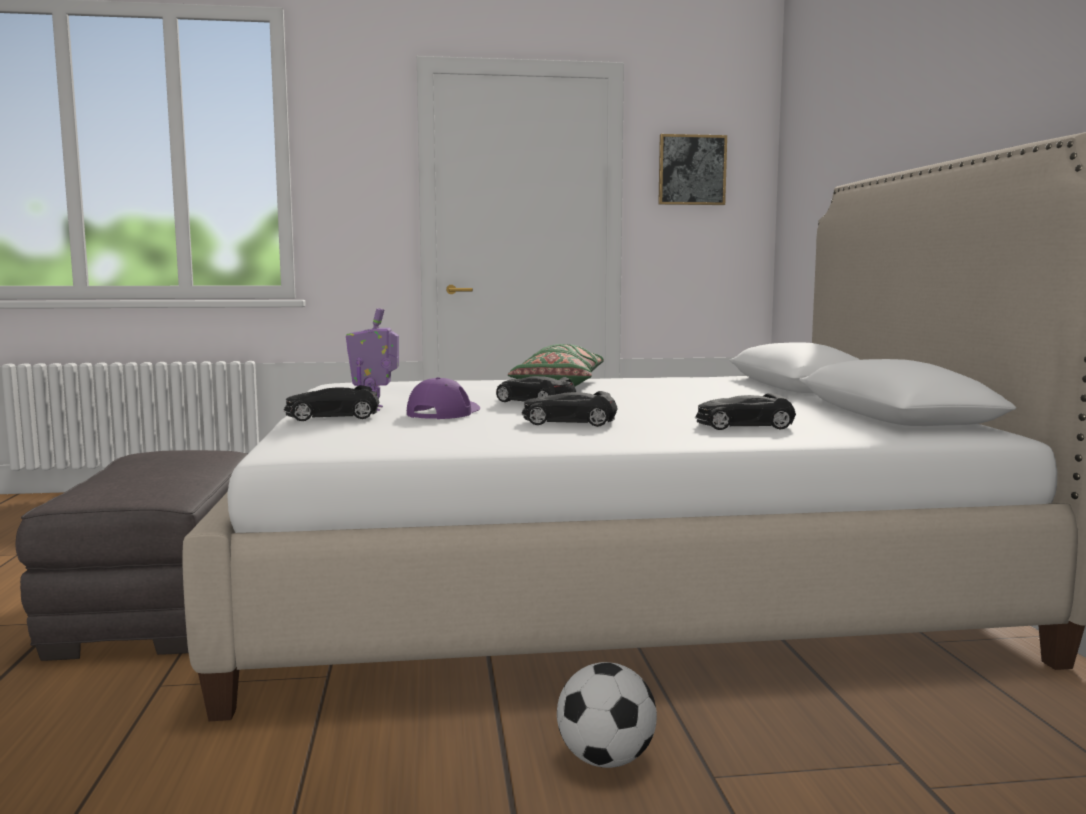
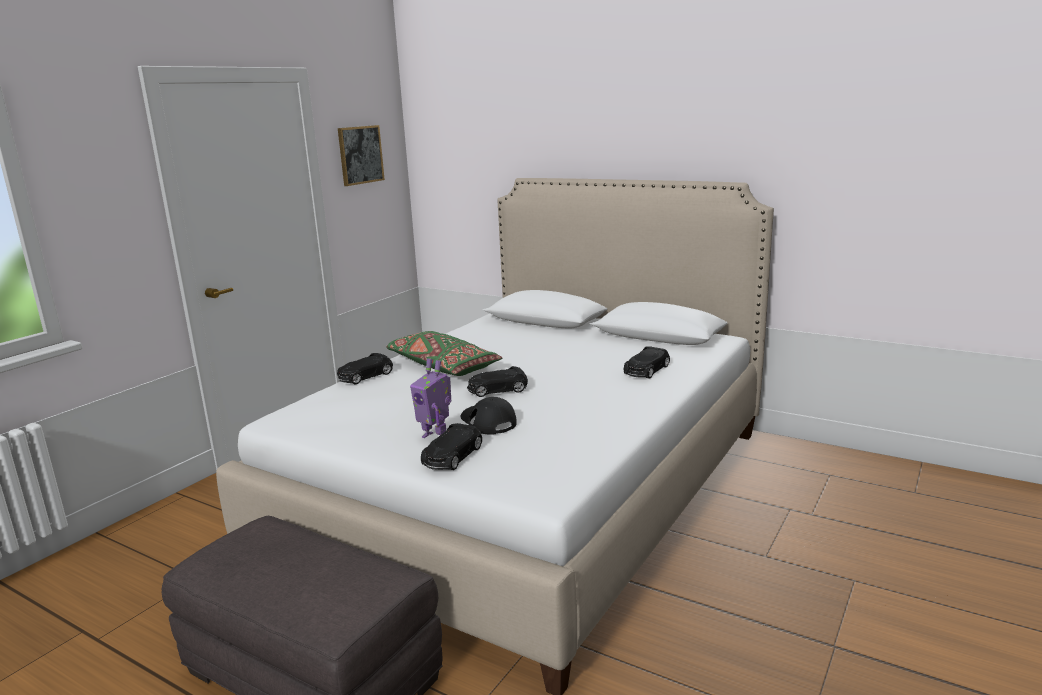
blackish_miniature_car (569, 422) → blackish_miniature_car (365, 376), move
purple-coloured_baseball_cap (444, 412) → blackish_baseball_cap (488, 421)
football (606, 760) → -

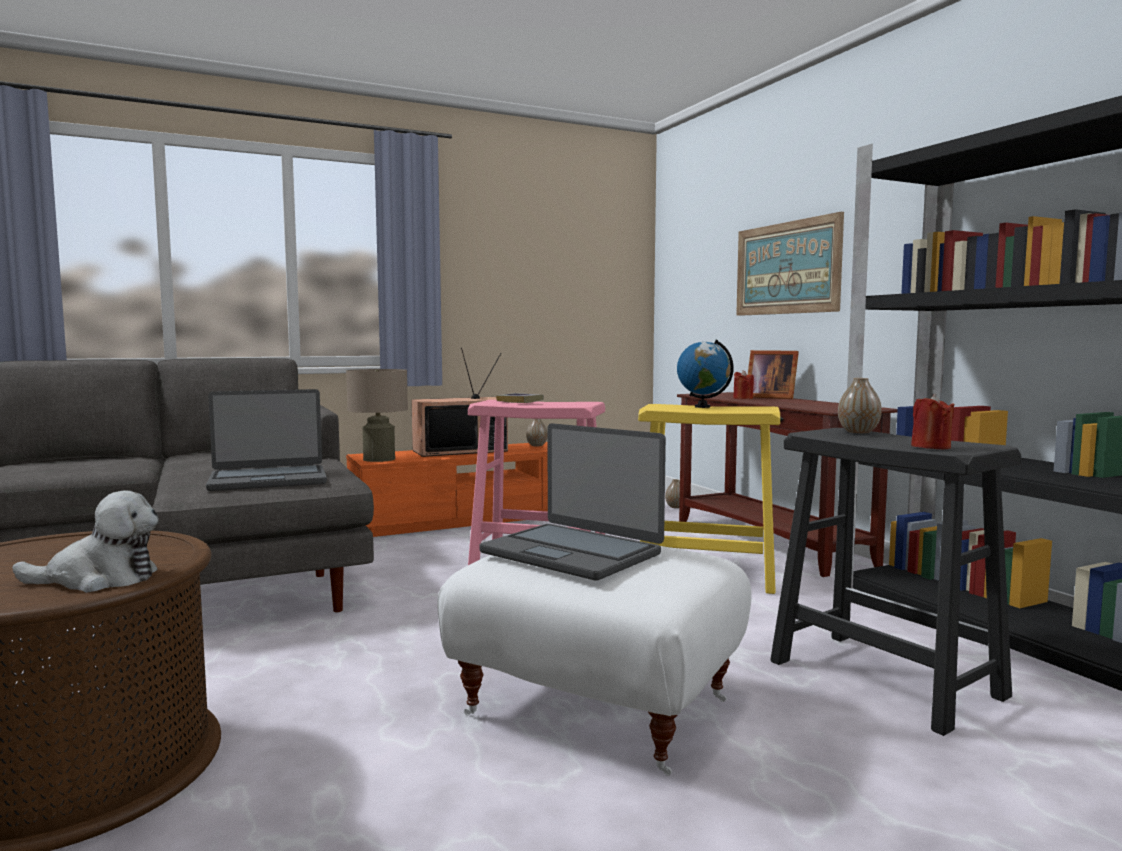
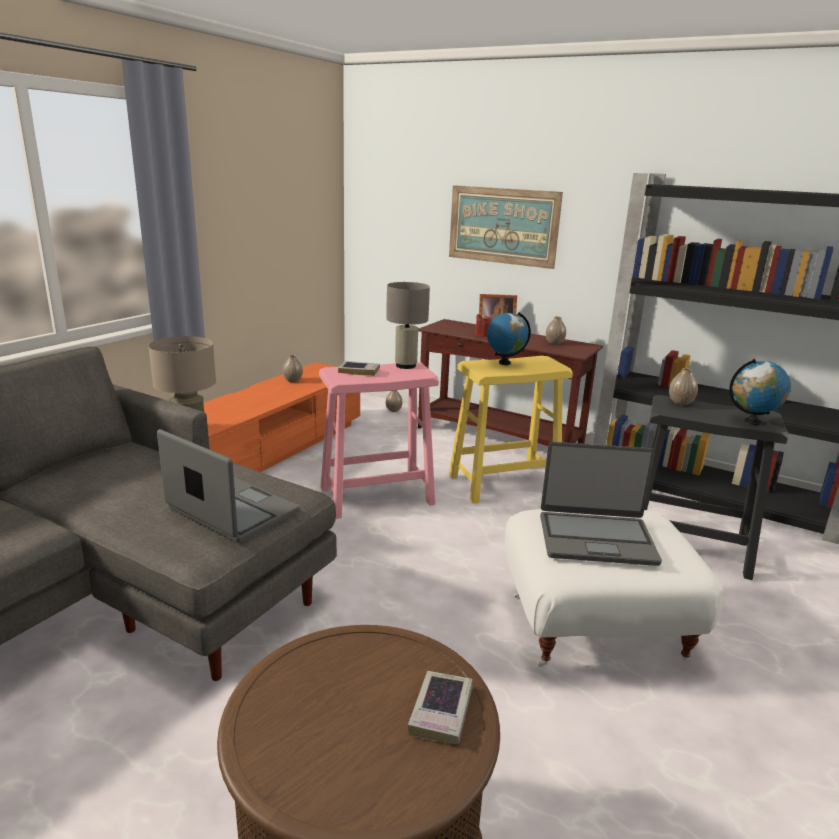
notebook_computer (268, 480) → notebook_computer (231, 511), 90 degrees counterclockwise
- → greyish_table_lamp (406, 365)
soft_toy (99, 579) → volume (441, 711)
- → flower_vase (554, 343)
red-coloured_wax_candle (930, 447) → desk_globe (752, 422)
television (460, 450) → -

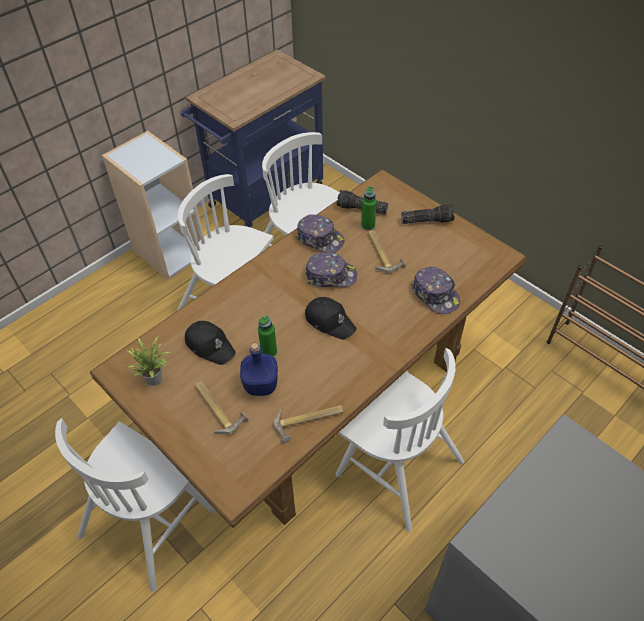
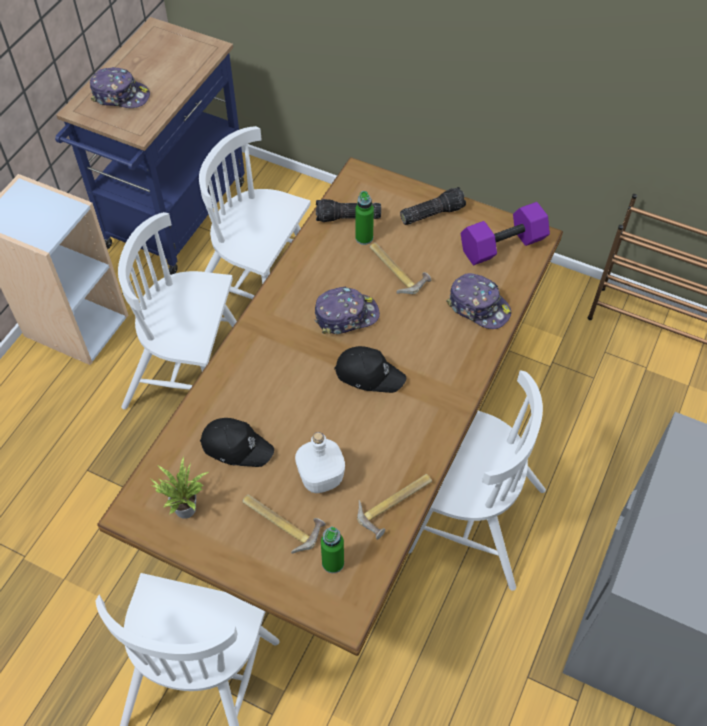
baseball_cap (320, 239) → baseball_cap (120, 96), move
blue_drink_bottle (261, 384) → white-coloured_drink_bottle (320, 477)
green_drink_bottle (269, 352) → green_drink_bottle (333, 563), move
- → purple-coloured_free_weight (502, 244)

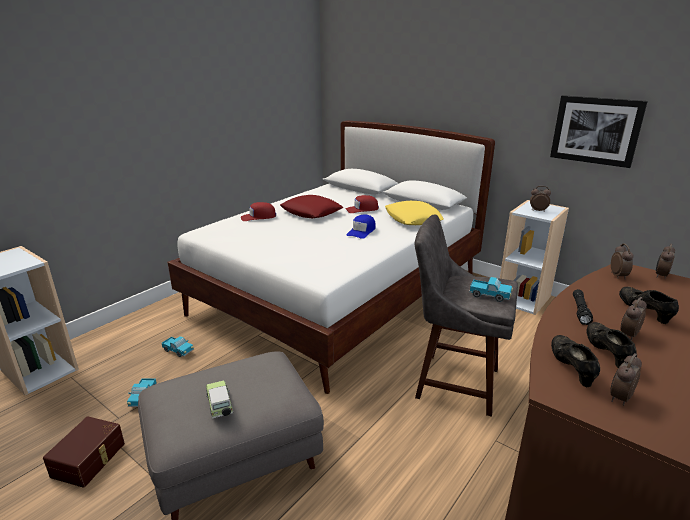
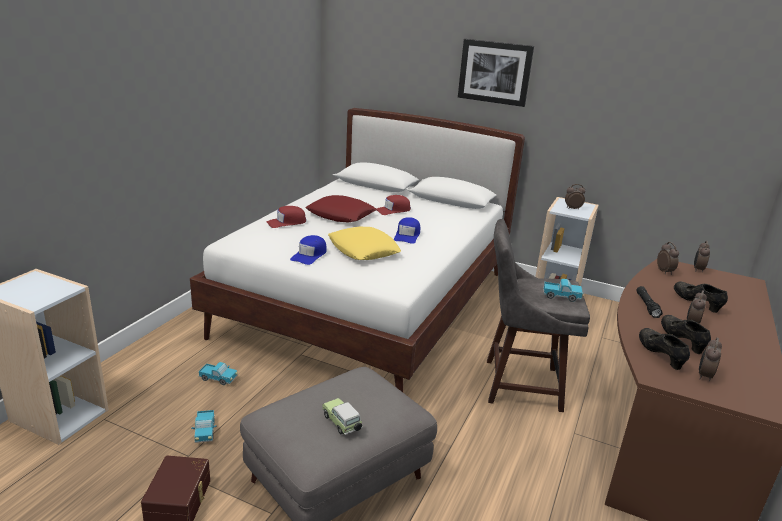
- → blue_baseball_cap (309, 255)
yellowish_pillow (412, 218) → yellowish_pillow (363, 250), move
wall_art (595, 130) → wall_art (494, 72), move

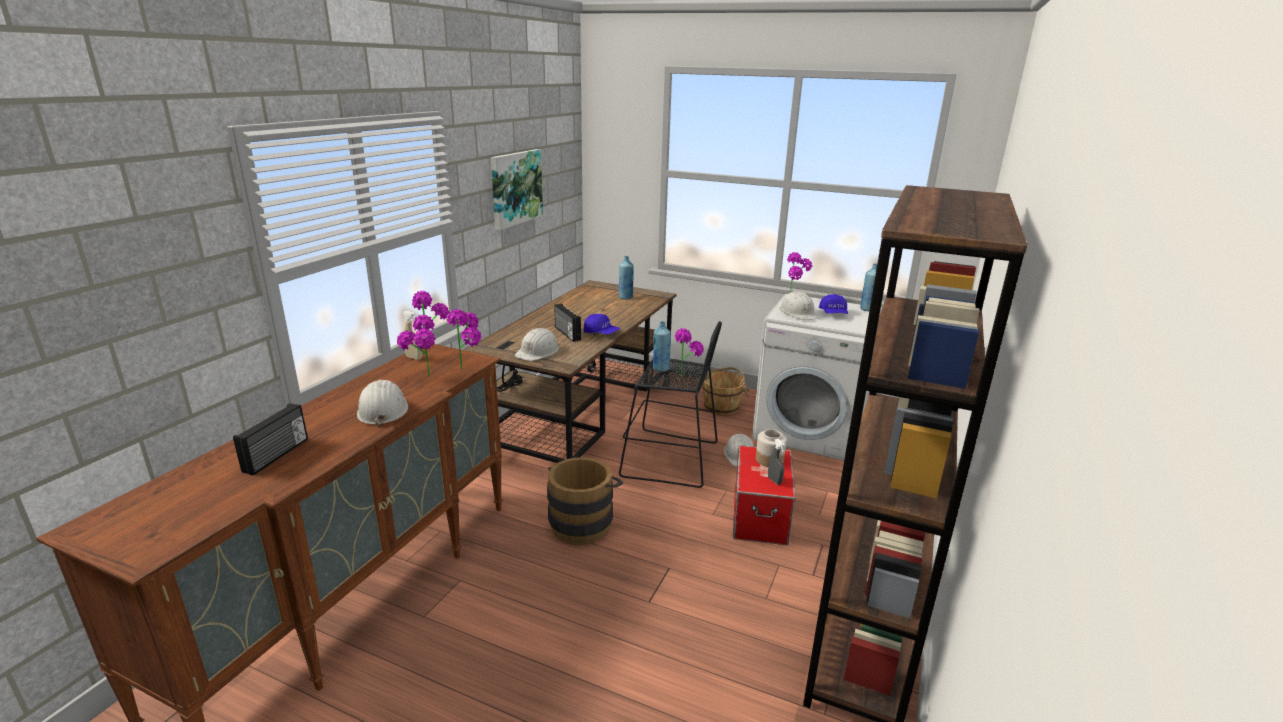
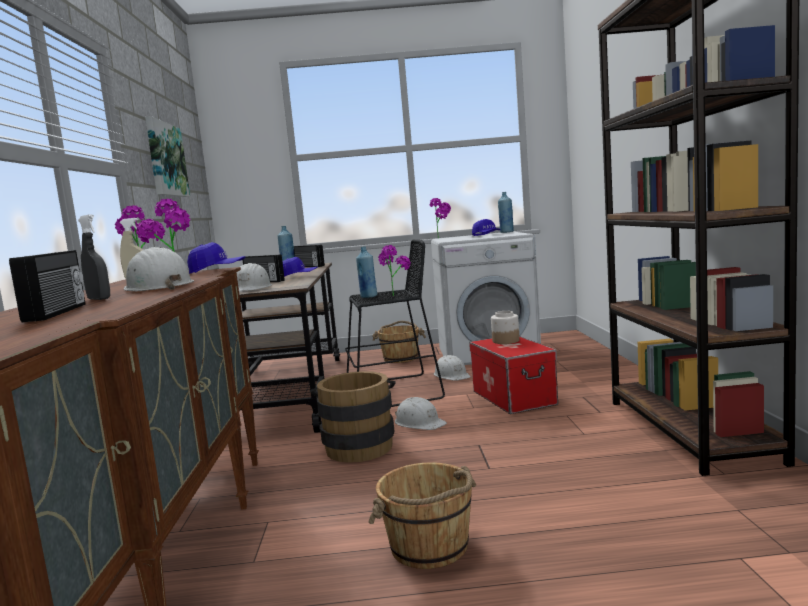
greyish_sprayer (774, 481) → greyish_sprayer (99, 299), move
houseplant (469, 368) → blue_baseball_cap (217, 271)
- → radio_set (309, 266)
- → brownish_pail (430, 547)
white-coloured_safety_helmet (798, 313) → white-coloured_safety_helmet (419, 423), move

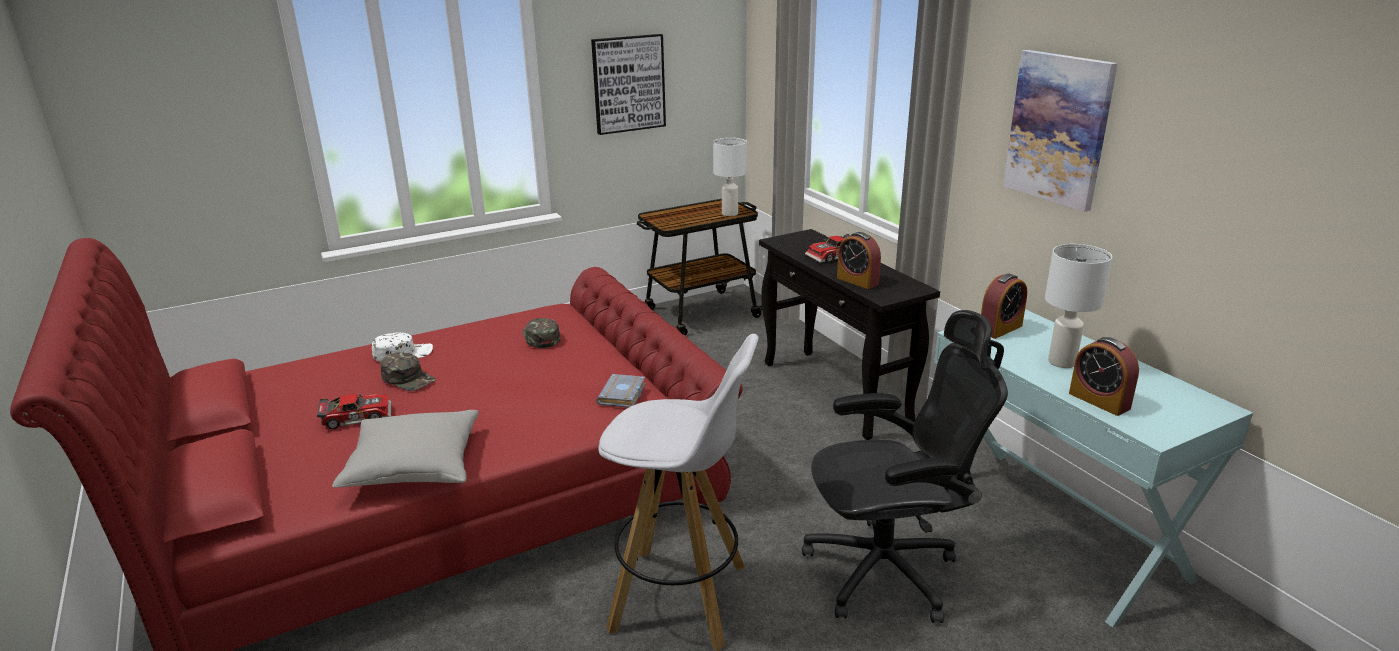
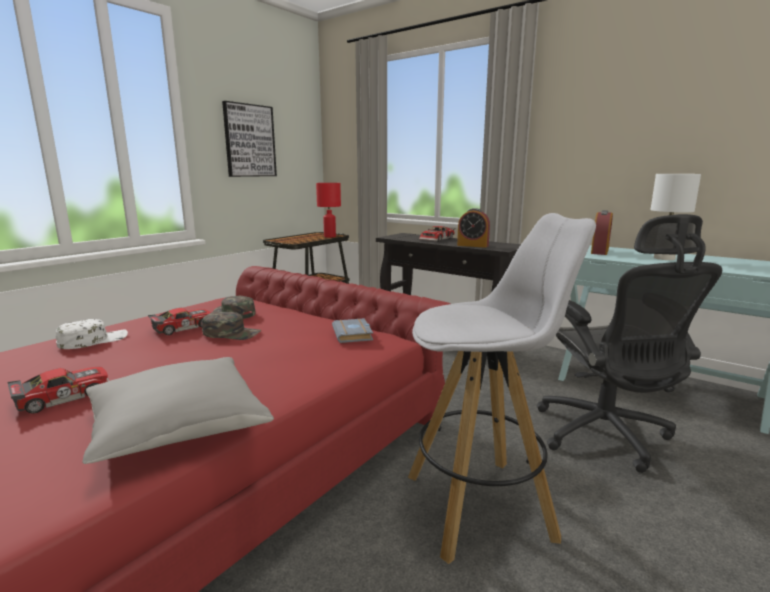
- → miniature_car (183, 327)
green_baseball_cap (408, 378) → green_baseball_cap (232, 333), move
white-coloured_table_lamp (730, 213) → red-coloured_table_lamp (329, 236)
computer_chair (889, 570) → computer_chair (604, 437), 120 degrees clockwise
wall_art (1058, 129) → -
bedside_clock (1099, 401) → -

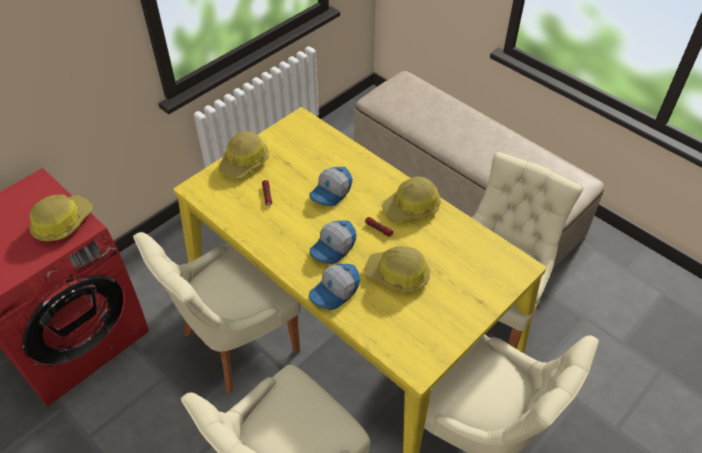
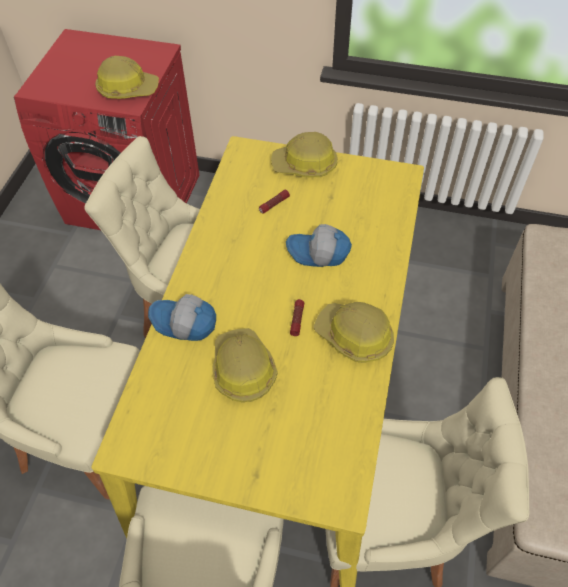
baseball_cap (334, 248) → -

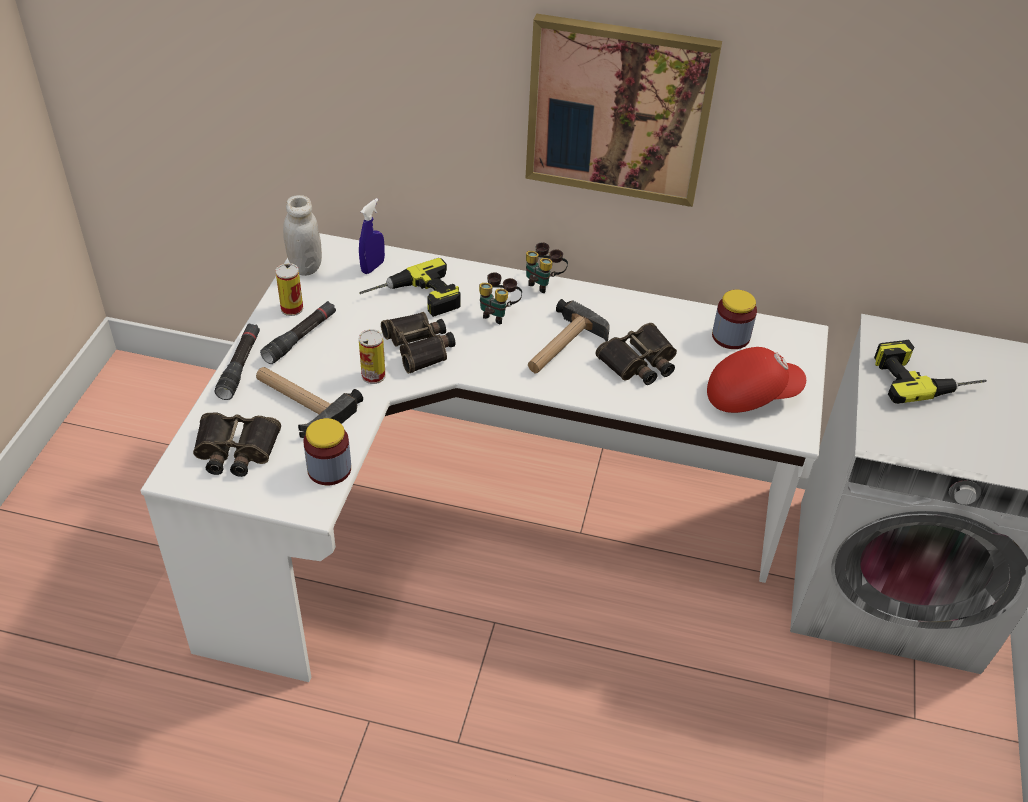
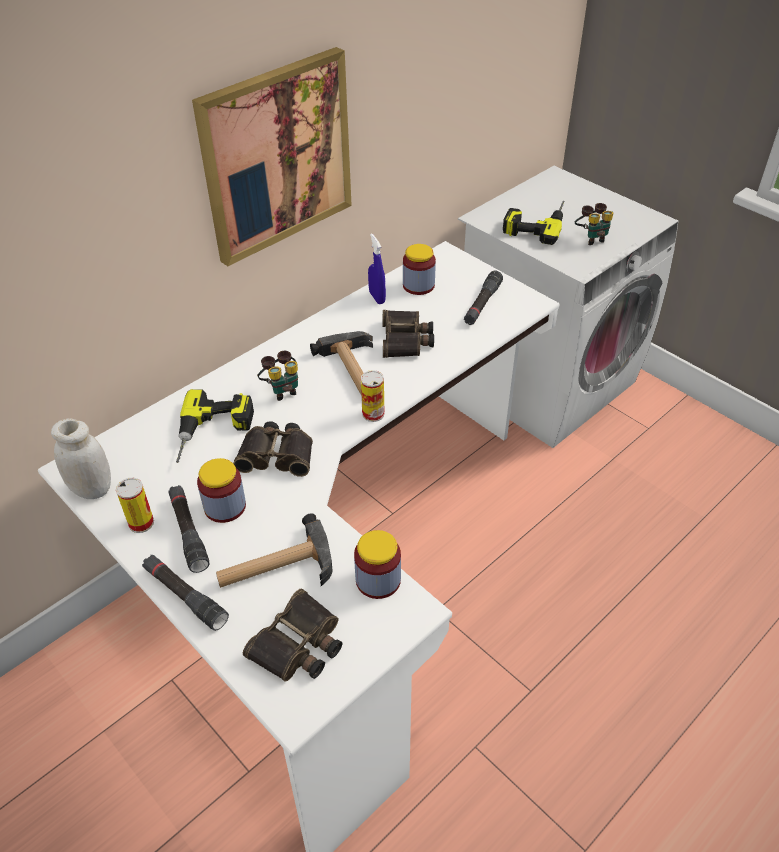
- → storage_jar (225, 506)
can (373, 375) → can (373, 414), move
blue_sprayer (373, 267) → blue_sprayer (377, 297), move
red-coloured_baseball_cap (751, 394) → blackish_hand_torch (482, 304)
binoculars (544, 283) → binoculars (591, 238), move

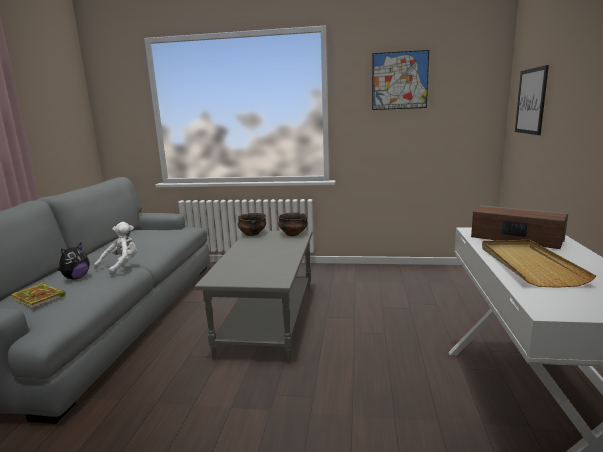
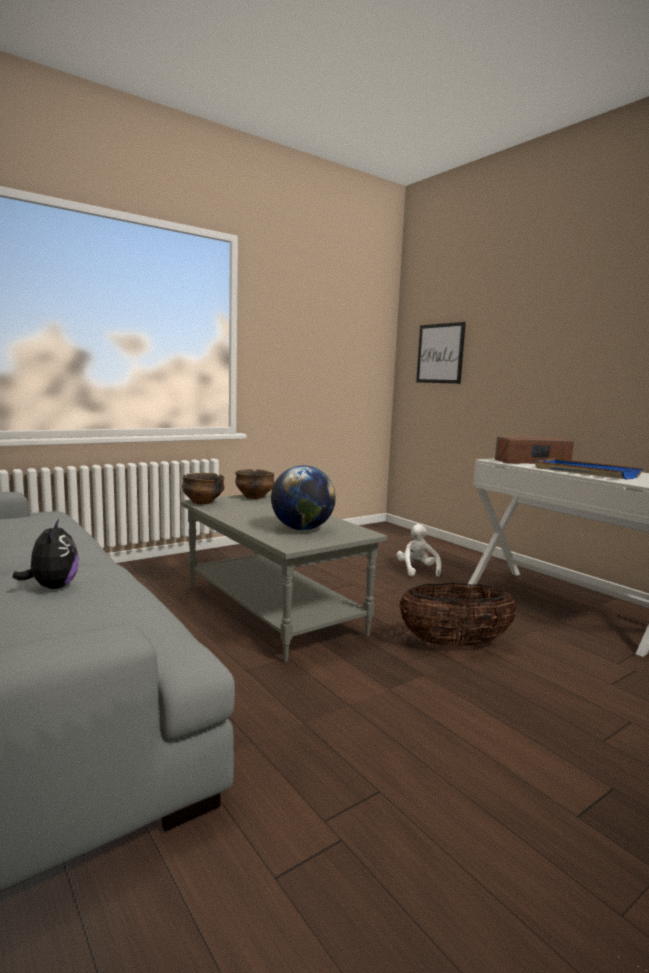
- → desk_globe (302, 529)
white-coloured_soft_toy (121, 266) → white-coloured_soft_toy (417, 570), move
- → household_basket (454, 643)
sand-coloured_tray (528, 265) → blue_tray (585, 472)
volume (40, 298) → -
wall_art (399, 80) → -

